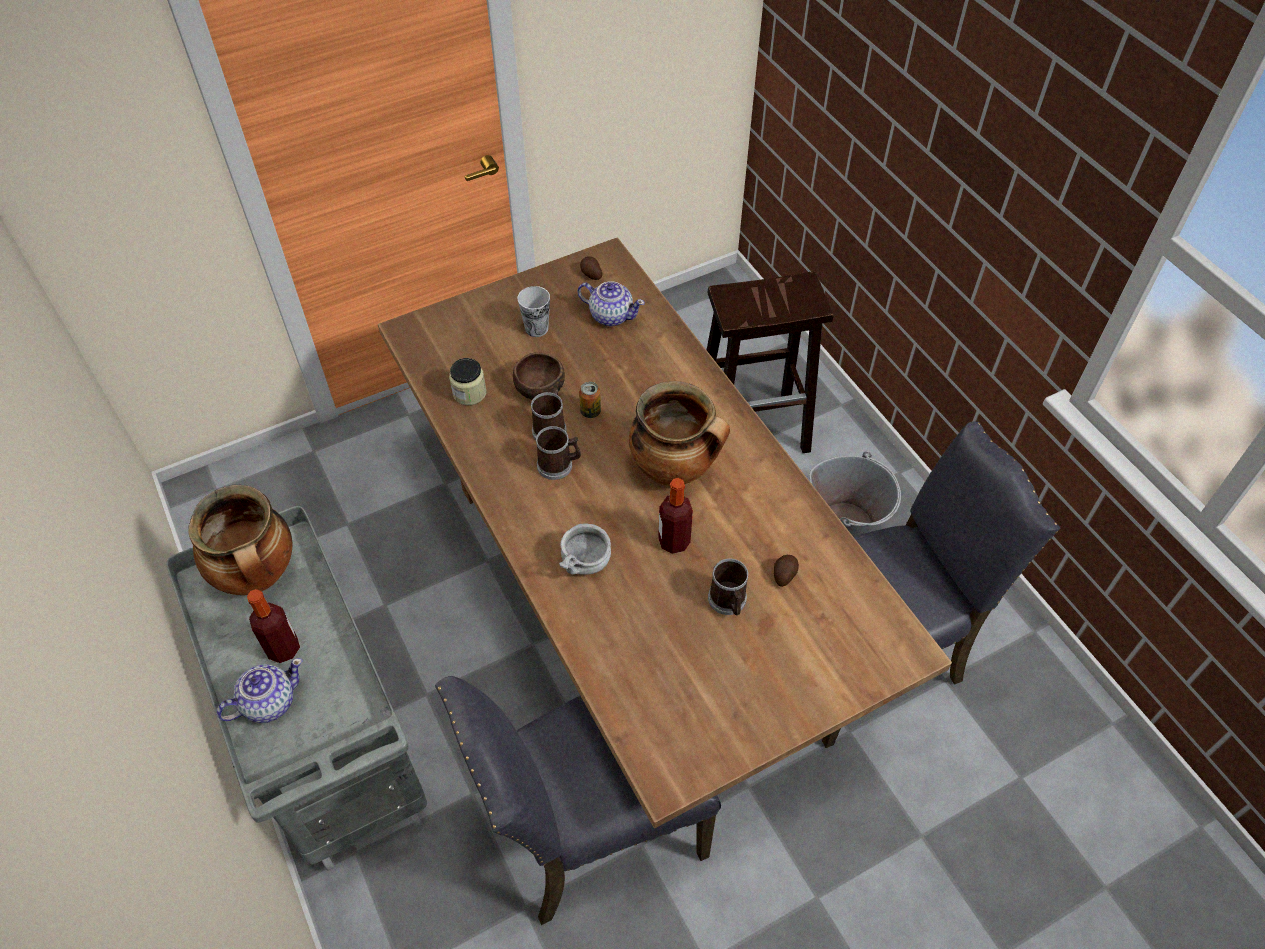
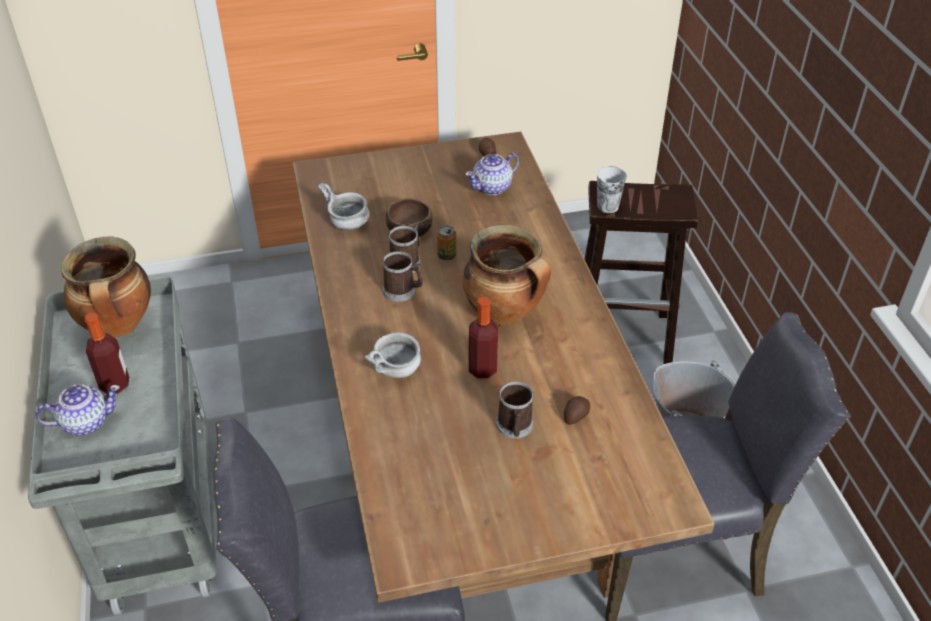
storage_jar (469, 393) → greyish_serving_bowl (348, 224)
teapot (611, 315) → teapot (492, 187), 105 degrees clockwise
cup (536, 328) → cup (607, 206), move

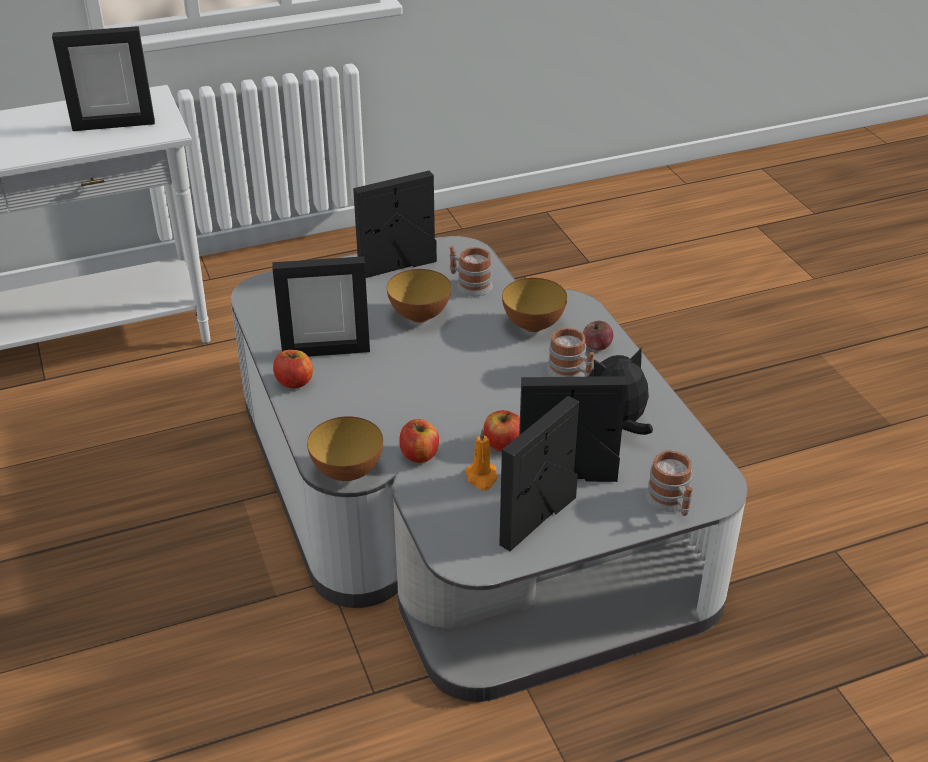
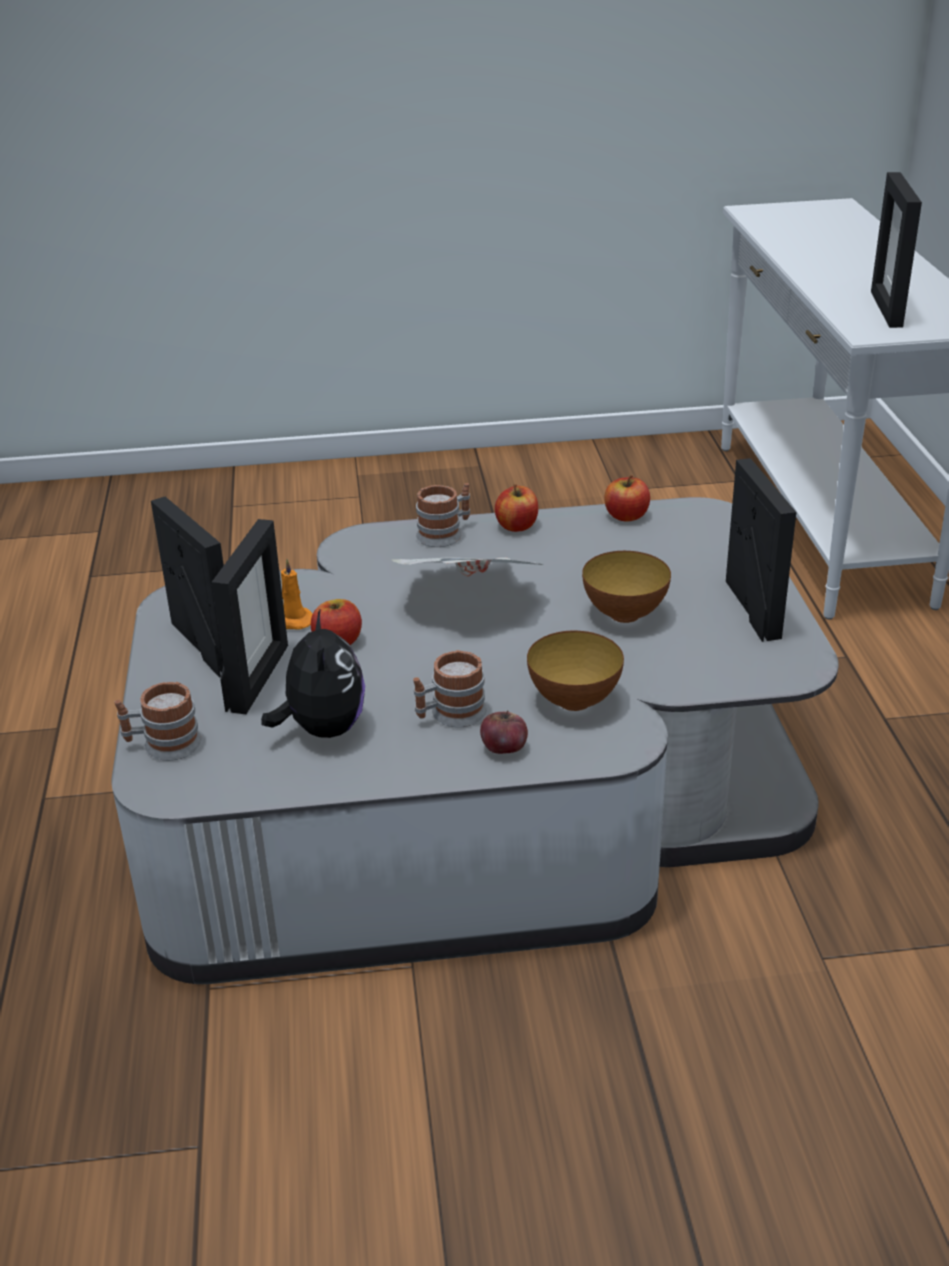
- → printed_paper (471, 596)
tea_mug (469, 284) → tea_mug (445, 533), move
apple_fruit (419, 455) → apple_fruit (626, 516), move
standing_frame (326, 350) → -
serving_bowl (347, 472) → -

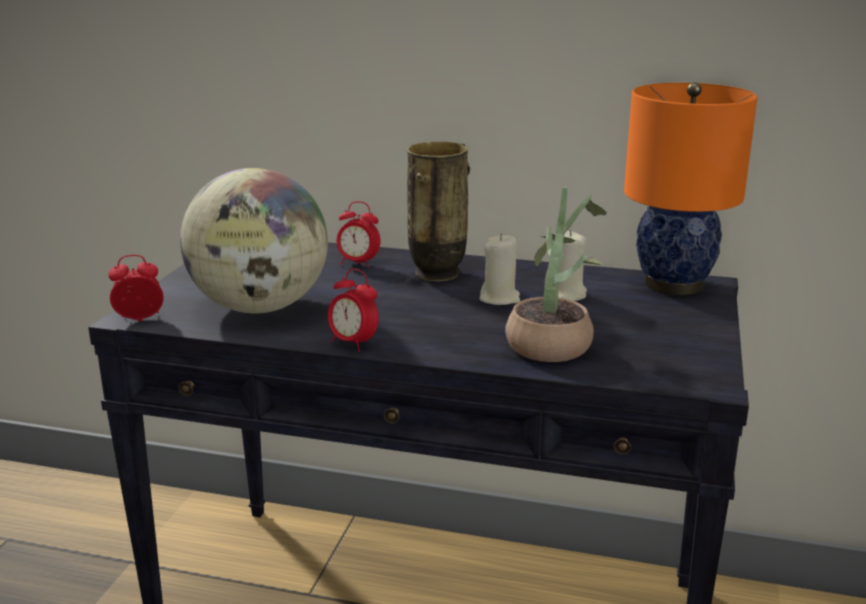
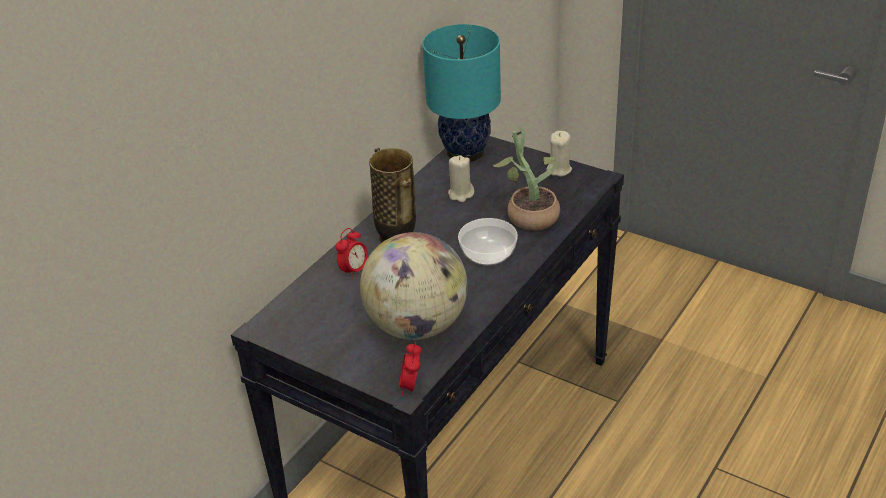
orange_table_lamp (674, 284) → turquoise_table_lamp (465, 152)
- → serving_bowl (489, 254)
sand-coloured_wax_candle (499, 298) → sand-coloured_wax_candle (559, 169), move
bedside_clock (353, 343) → -

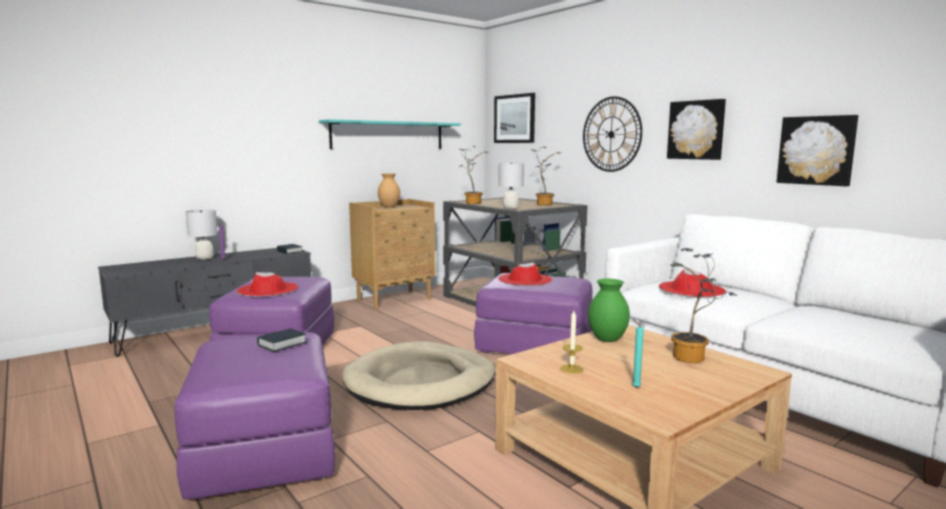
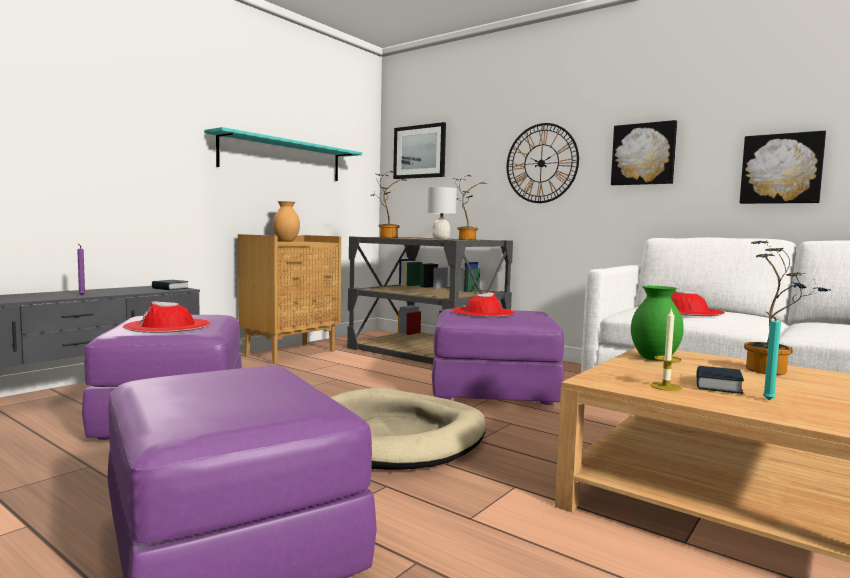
volume (282, 344) → volume (718, 386), move
greyish_table_lamp (205, 258) → -

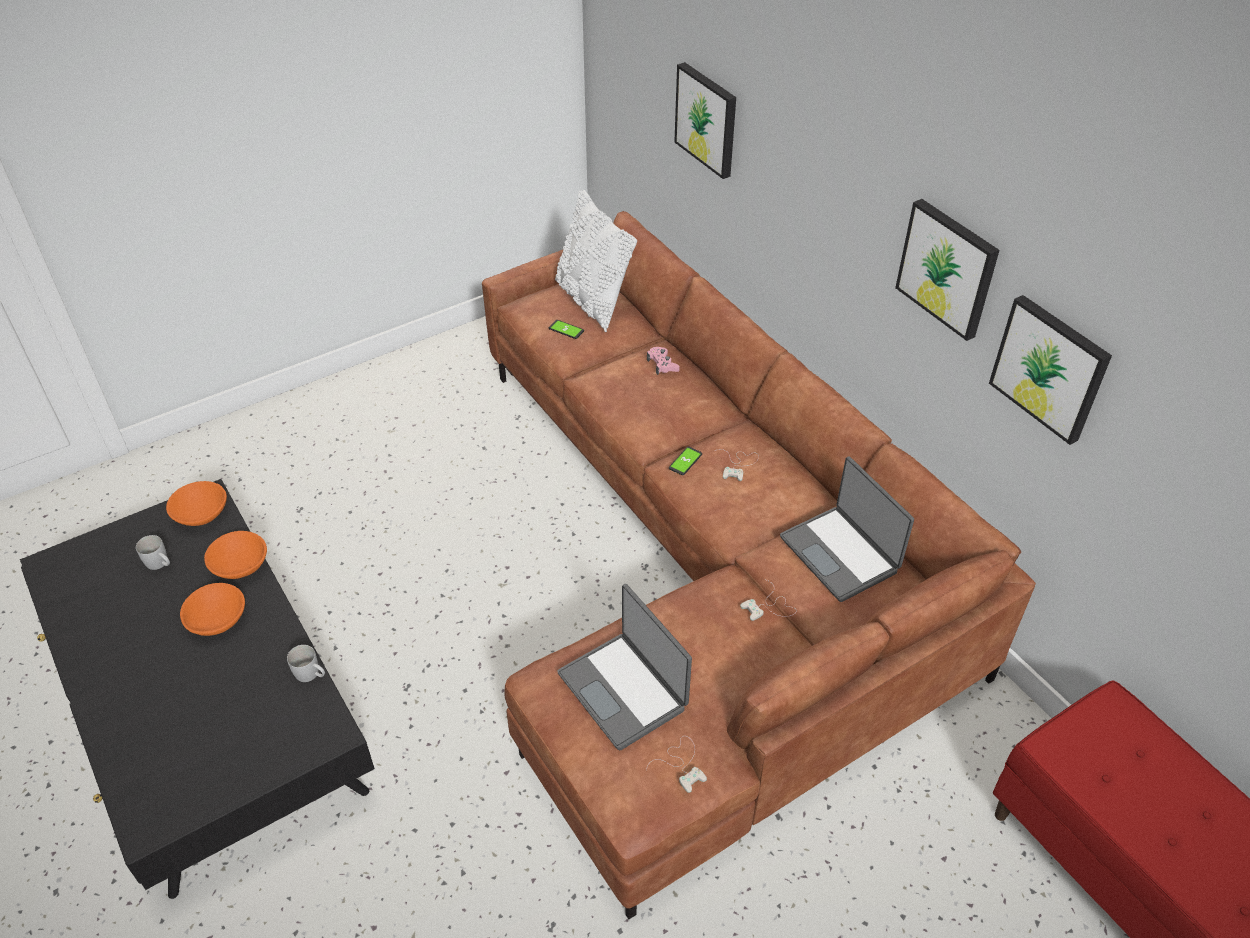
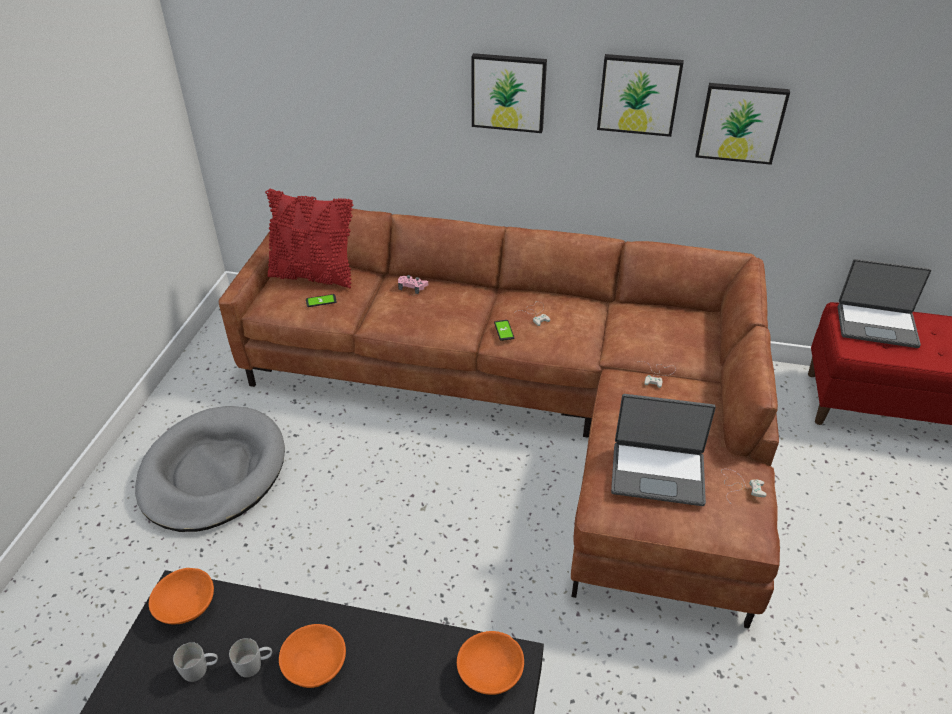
- → greyish_pet_bed (213, 472)
white-coloured_tea_mug (311, 675) → white-coloured_tea_mug (254, 665), move
white-coloured_pillow (593, 301) → red-coloured_pillow (314, 275)
orange_serving_bowl (240, 566) → orange_serving_bowl (490, 673), move
wall_art (707, 119) → wall_art (508, 92), move
notebook_computer (841, 554) → notebook_computer (876, 325), move

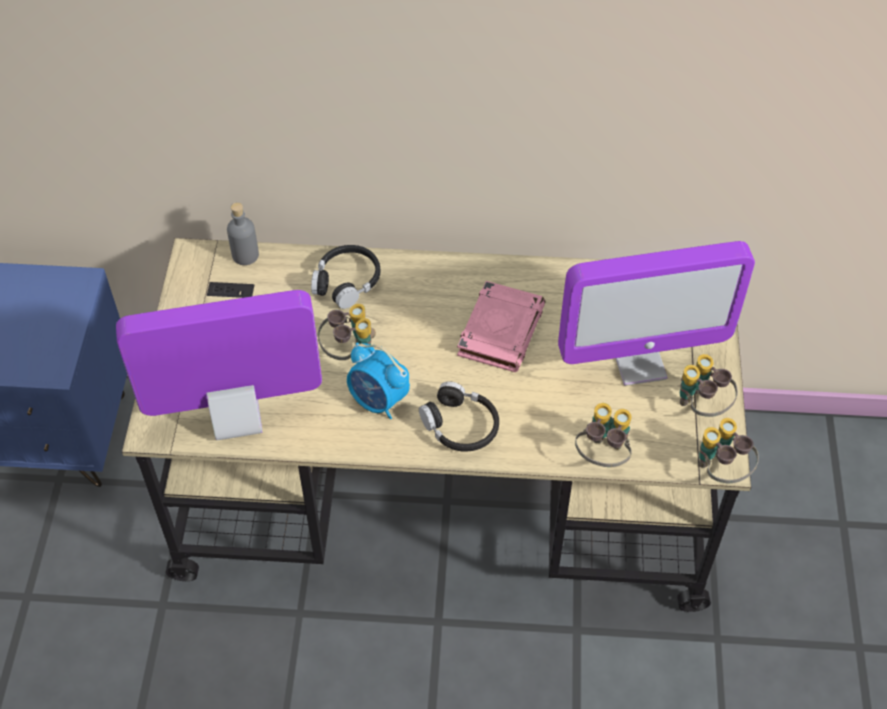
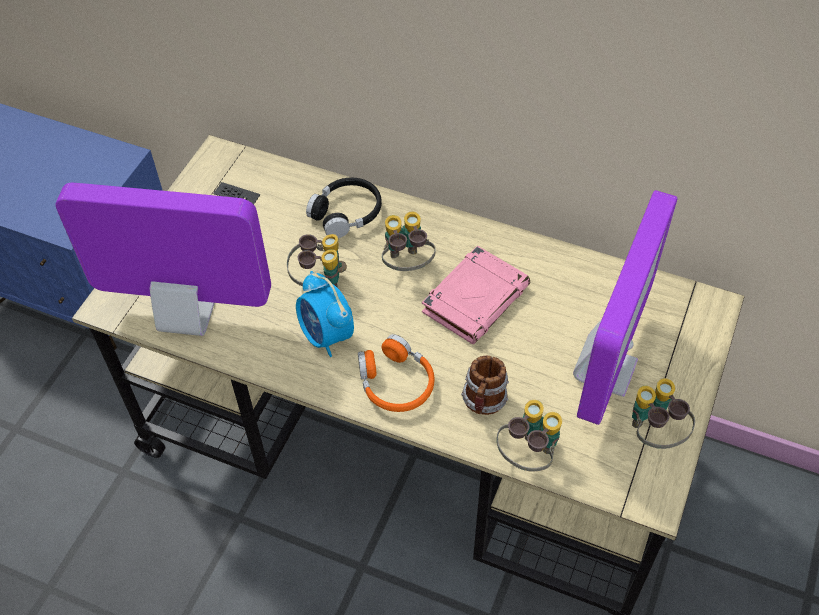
blackish_headset (460, 426) → orange_headset (395, 383)
binoculars (720, 470) → binoculars (407, 264), move
- → tea_mug (484, 402)
monitor (639, 363) → monitor (604, 369), 75 degrees counterclockwise
greyish_drink_bottle (245, 255) → -

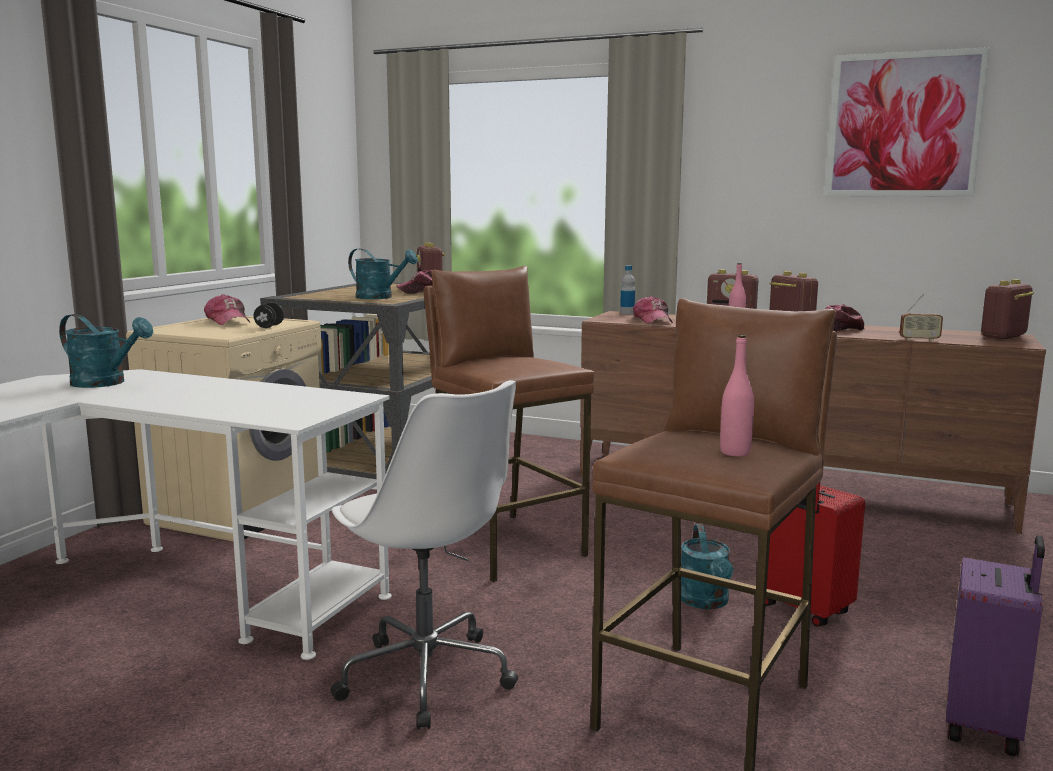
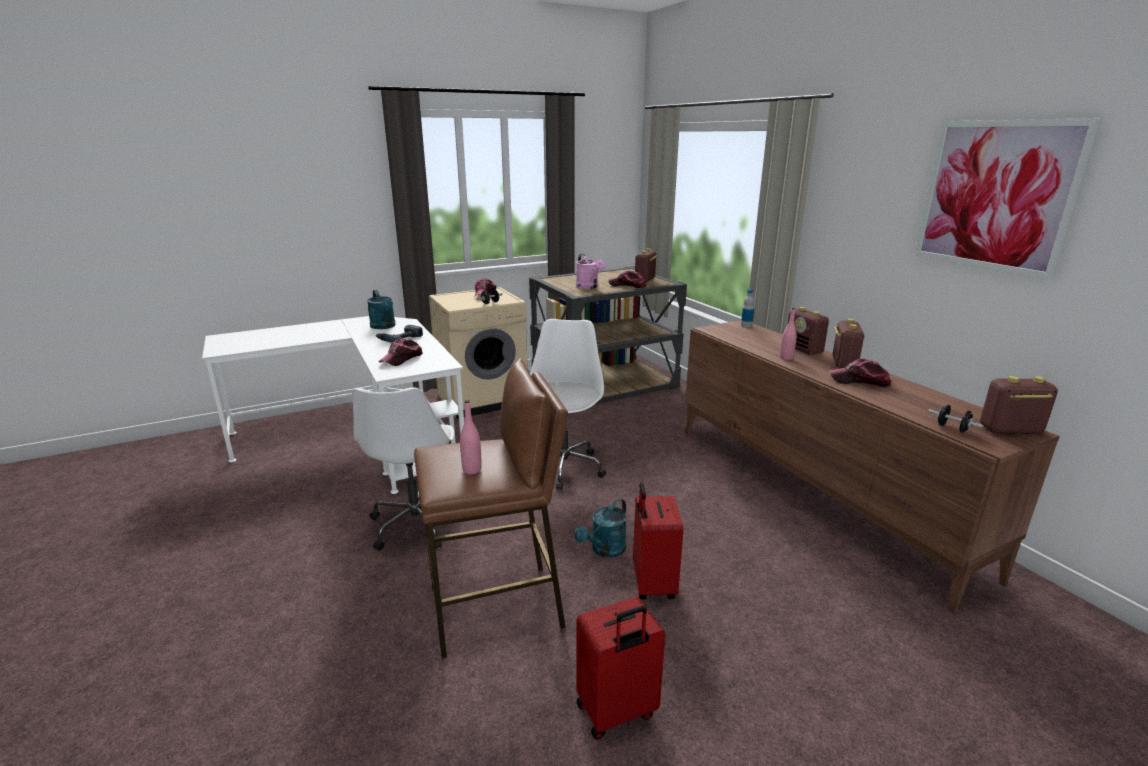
- → drill (400, 338)
baseball_cap (652, 320) → baseball_cap (402, 359), move
brownish_sitting_stool (506, 545) → white-coloured_computer_chair (564, 467)
turquoise_watering_can (380, 297) → pinkish_watering_can (589, 287)
purple-coloured_piece_of_luggage (985, 725) → red-coloured_piece_of_luggage (617, 712)
- → blackish_free_weight (952, 428)
radio_set (919, 340) → -

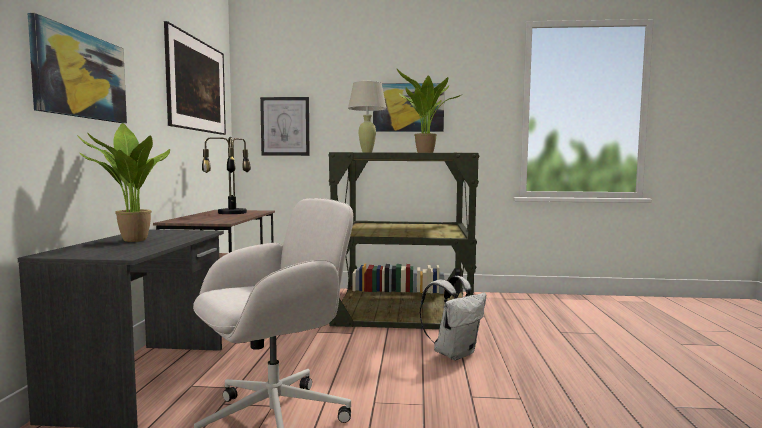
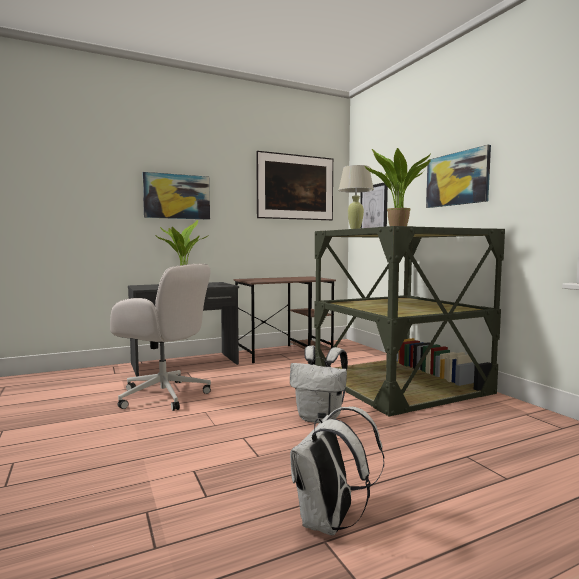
- → white-coloured_knapsack (330, 523)
table_lamp (231, 213) → -

